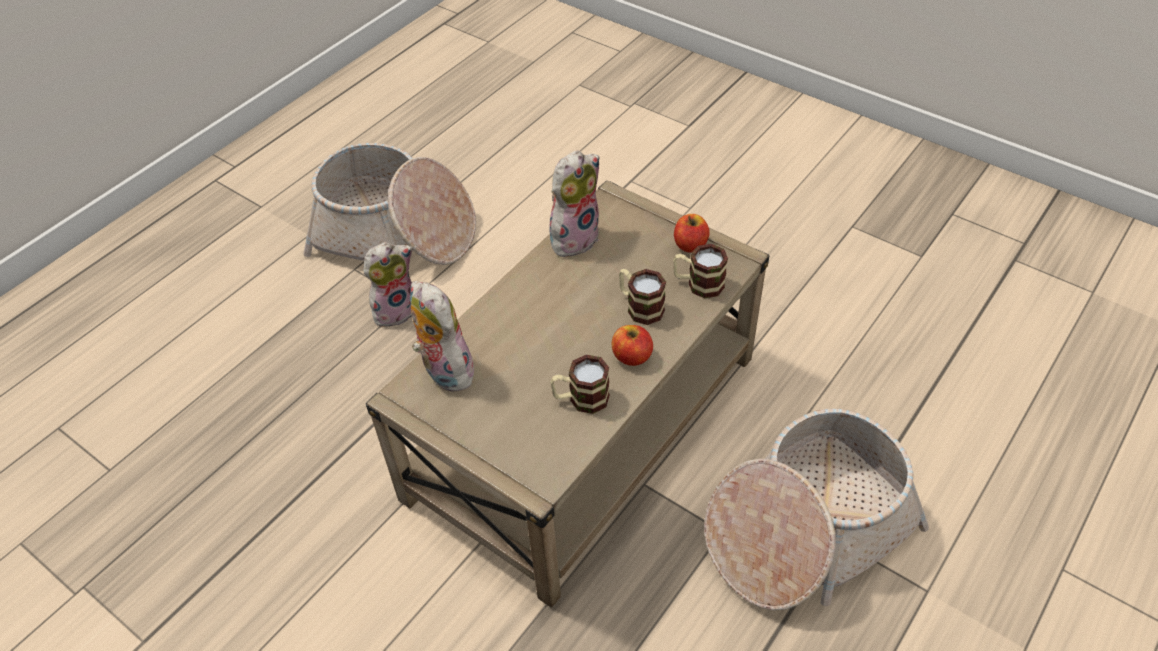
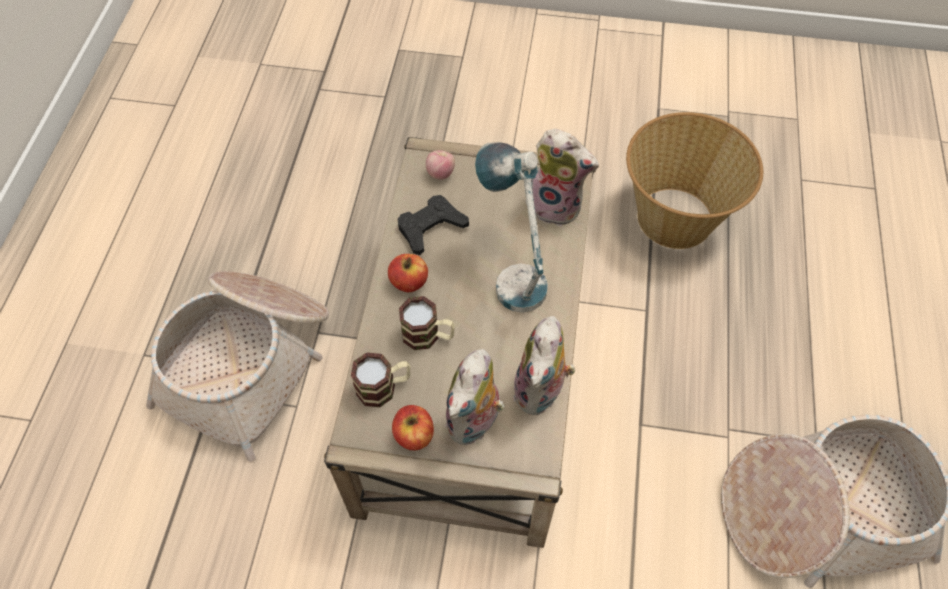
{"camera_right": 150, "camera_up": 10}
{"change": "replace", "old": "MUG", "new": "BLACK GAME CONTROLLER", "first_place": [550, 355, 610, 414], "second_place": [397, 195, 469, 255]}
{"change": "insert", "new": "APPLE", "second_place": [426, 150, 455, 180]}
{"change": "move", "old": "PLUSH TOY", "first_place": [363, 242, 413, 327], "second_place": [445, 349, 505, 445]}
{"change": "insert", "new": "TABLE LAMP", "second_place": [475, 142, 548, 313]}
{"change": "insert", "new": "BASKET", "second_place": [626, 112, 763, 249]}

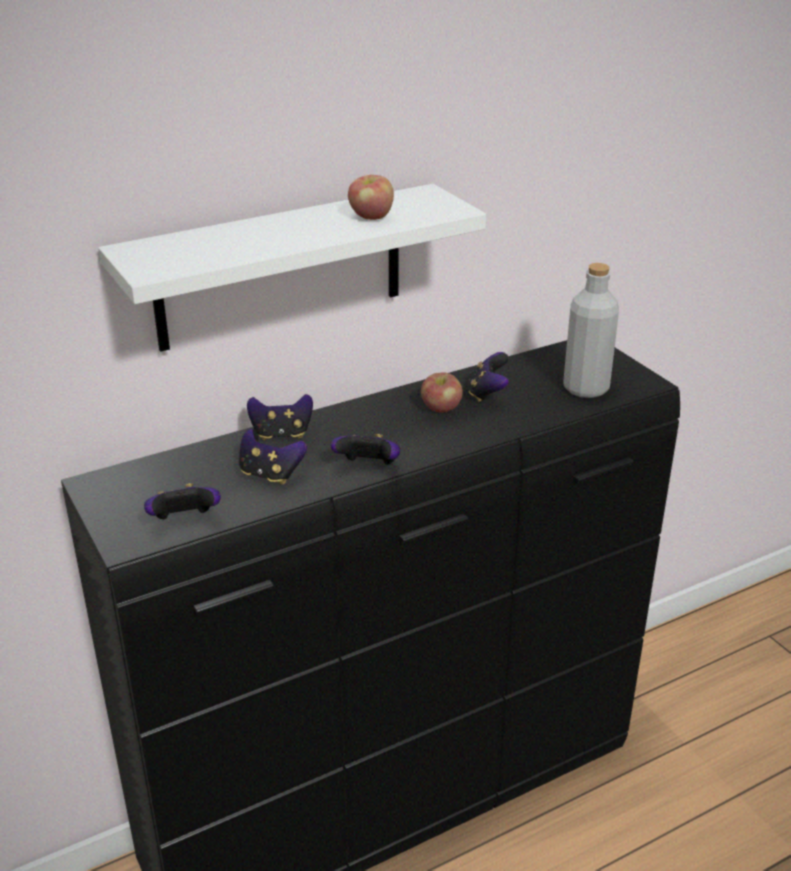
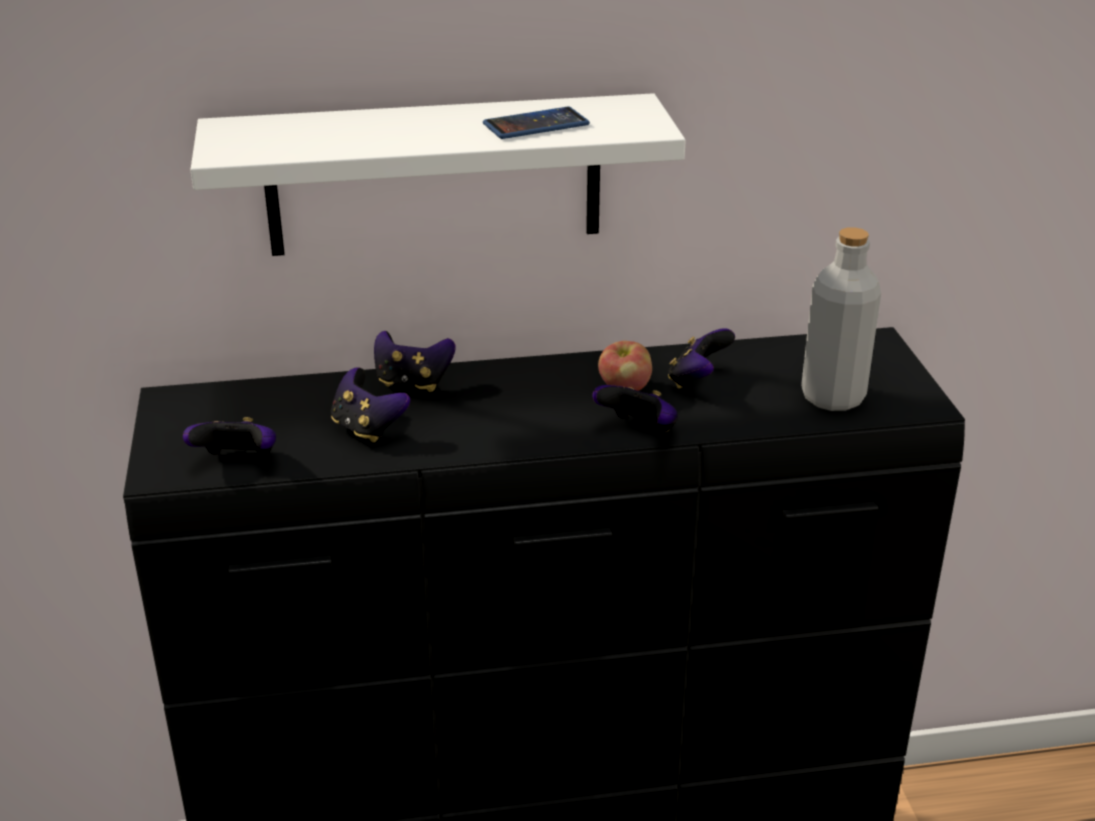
{"camera_right": 20, "camera_up": 0}
{"change": "replace", "old": "APPLE", "new": "PHONE", "first_place": [348, 175, 394, 220], "second_place": [483, 106, 590, 139]}
{"change": "move", "old": "GAME CONTROLLER", "first_place": [331, 434, 400, 465], "second_place": [592, 385, 678, 432]}

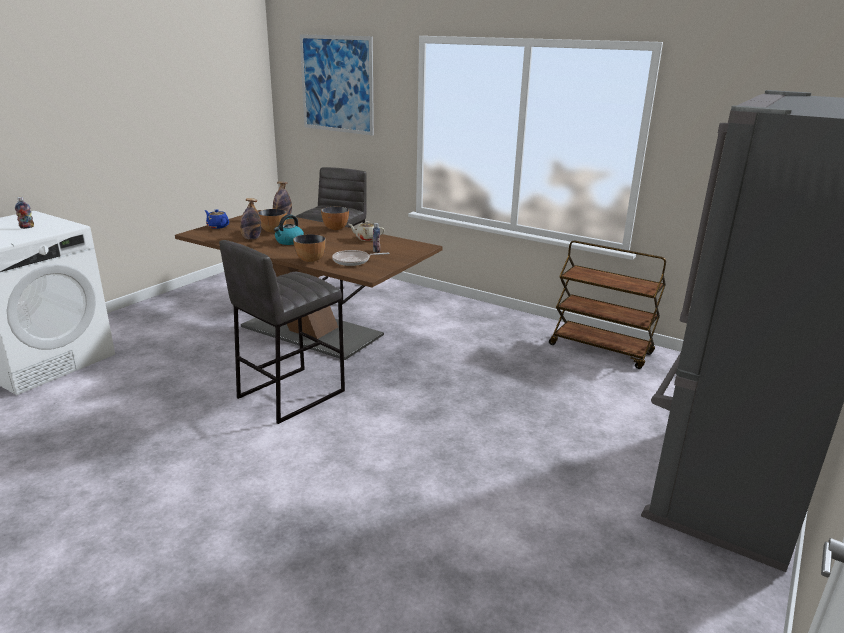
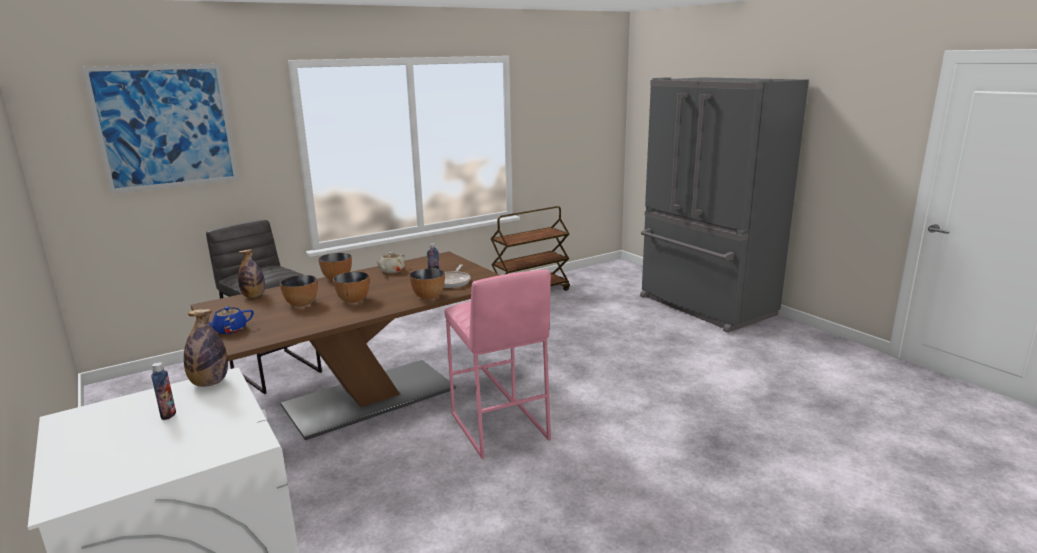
{"camera_right": -65, "camera_up": -5}
{"change": "move", "old": "BOTTLE", "first_place": [240, 198, 261, 240], "second_place": [184, 309, 228, 387]}
{"change": "replace", "old": "KETTLE", "new": "BOWL", "first_place": [274, 215, 304, 245], "second_place": [333, 272, 370, 303]}
{"change": "recolor", "old": "GREY STOOL", "new": "PINK STOOL", "first_place": [219, 240, 345, 424], "second_place": [445, 269, 551, 459]}

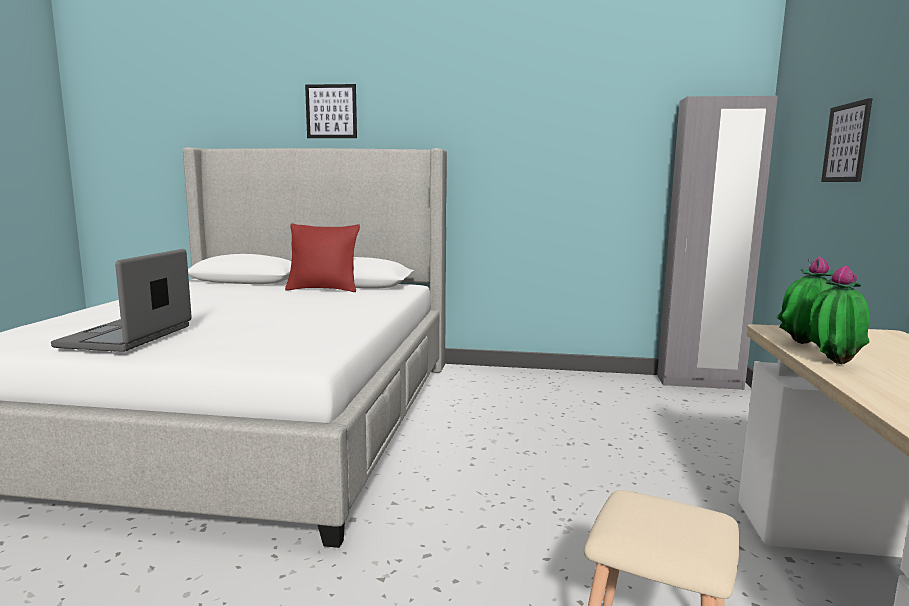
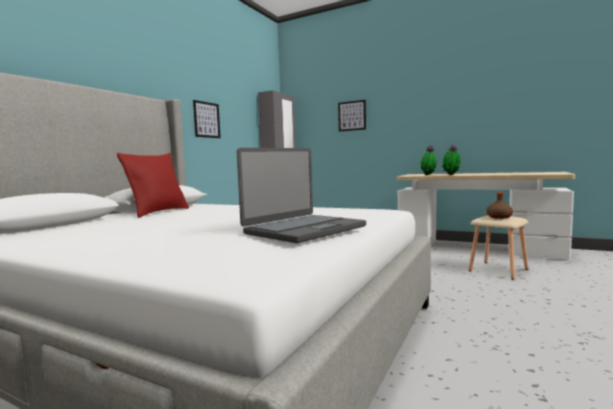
{"camera_right": -70, "camera_up": -5}
{"change": "move", "old": "PICTURE", "first_place": [305, 84, 357, 138], "second_place": [193, 100, 221, 138]}
{"change": "rotate", "old": "LAPTOP", "first_place": [51, 249, 192, 352], "second_place": [237, 148, 366, 243], "degrees": -75}
{"change": "insert", "new": "BROWN BOTTLE", "second_place": [487, 192, 513, 219]}

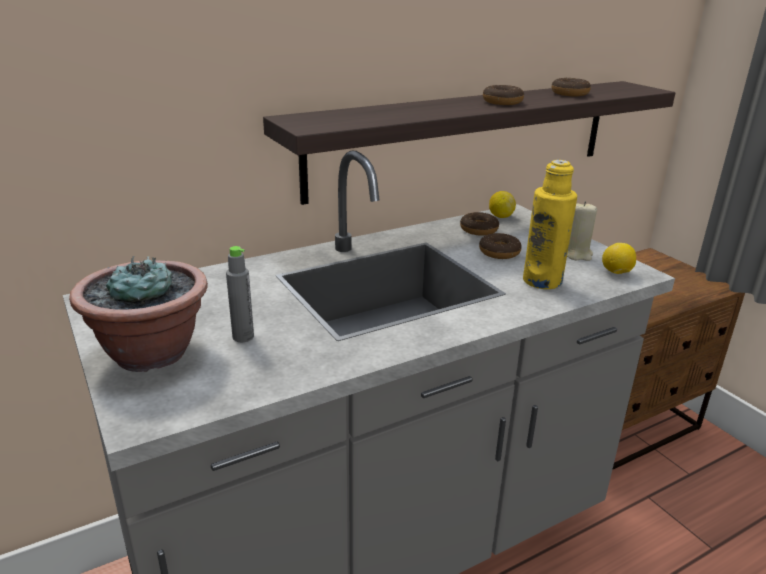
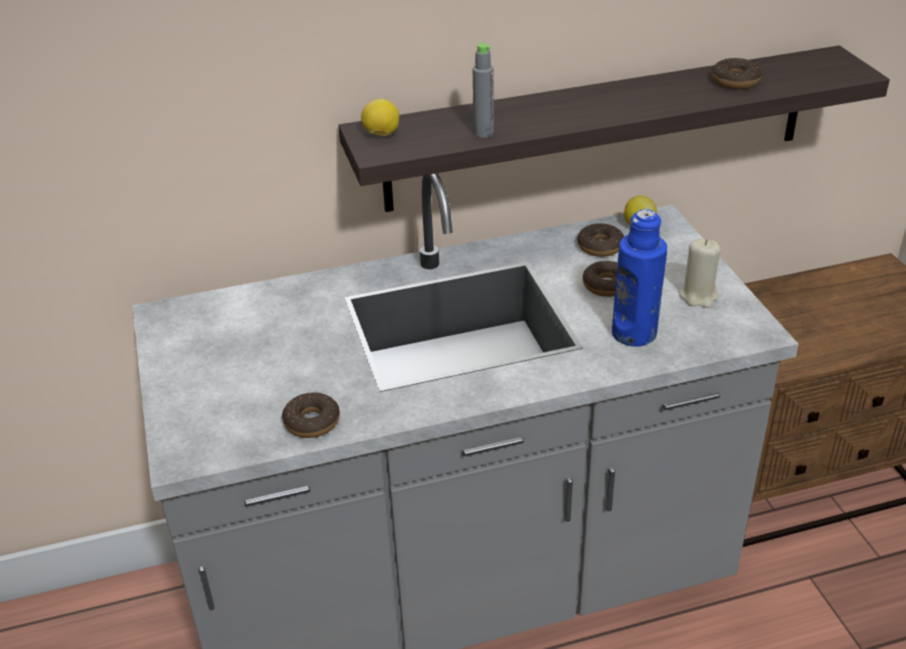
{"camera_right": 15, "camera_up": 10}
{"change": "move", "old": "DONUT", "first_place": [483, 85, 524, 105], "second_place": [282, 392, 340, 438]}
{"change": "move", "old": "LEMON", "first_place": [602, 243, 636, 274], "second_place": [361, 99, 399, 136]}
{"change": "move", "old": "GREY BOTTLE", "first_place": [226, 246, 254, 342], "second_place": [473, 43, 494, 138]}
{"change": "recolor", "old": "YELLOW BOTTLE", "new": "BLUE BOTTLE", "first_place": [523, 160, 577, 289], "second_place": [612, 209, 667, 346]}
{"change": "delete", "old": "POTTED PLANT", "first_place": [69, 256, 208, 372]}

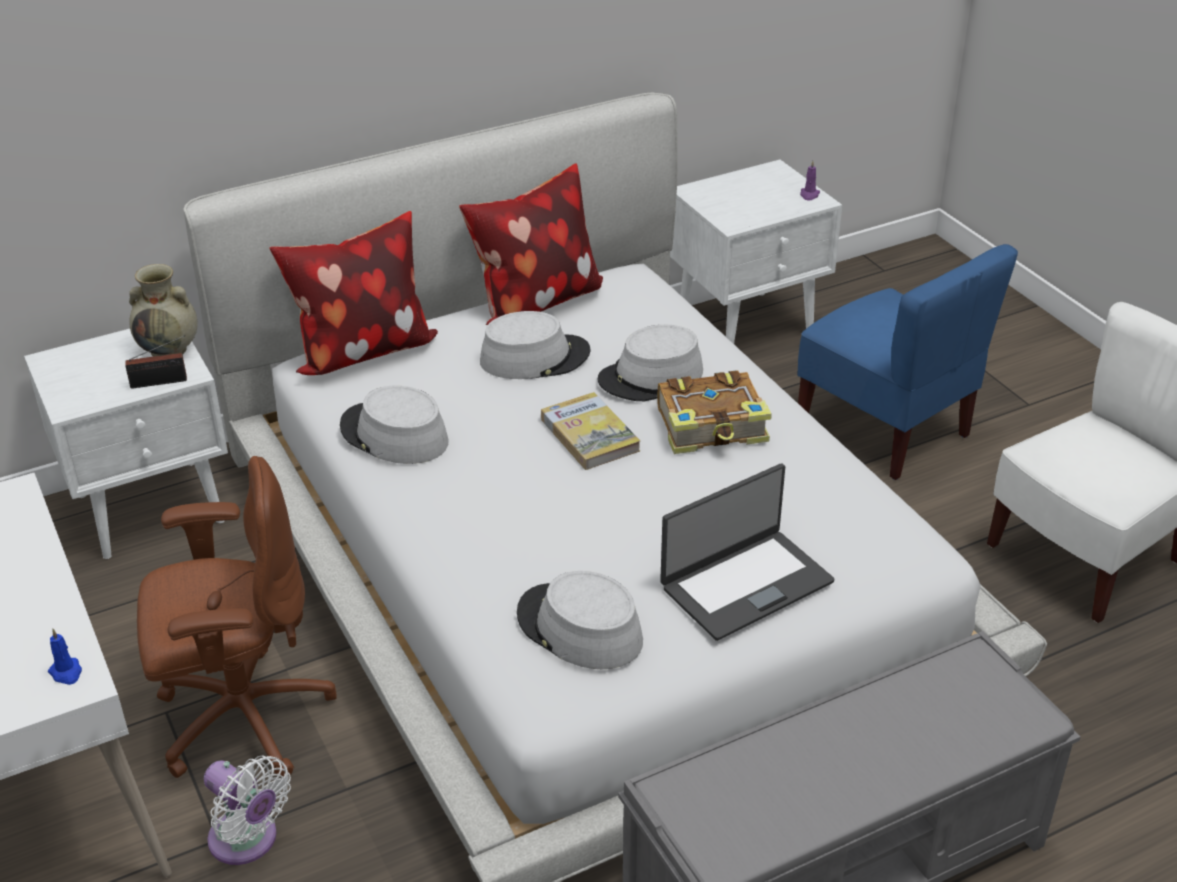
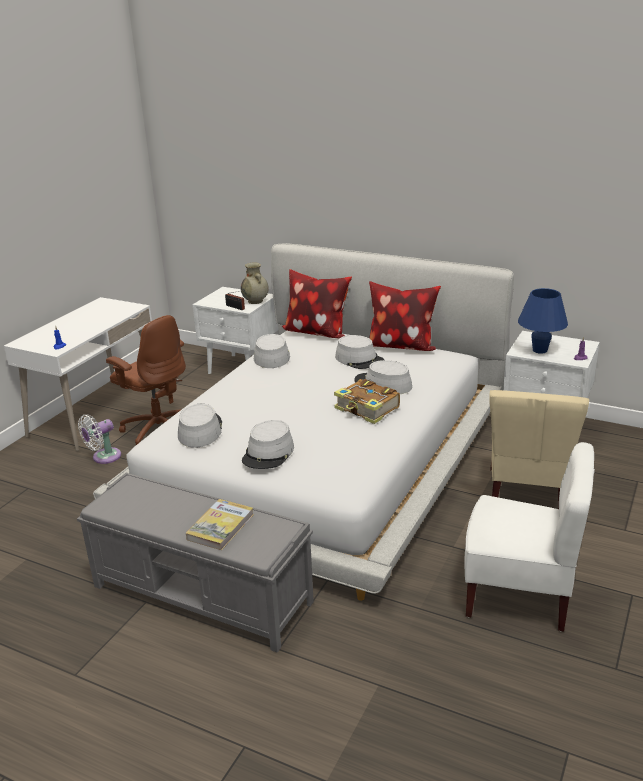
{"camera_right": 55, "camera_up": -10}
{"change": "rotate", "old": "WHITE FAN", "first_place": [204, 756, 291, 865], "second_place": [78, 414, 121, 464], "degrees": 45}
{"change": "move", "old": "BOOK", "first_place": [541, 392, 640, 470], "second_place": [186, 499, 254, 550]}
{"change": "replace", "old": "LAPTOP", "new": "GREY HAT", "first_place": [660, 464, 834, 641], "second_place": [242, 420, 294, 469]}
{"change": "recolor", "old": "BLUE CHAIR", "new": "BEIGE CHAIR", "first_place": [797, 244, 1018, 480], "second_place": [489, 390, 589, 509]}
{"change": "insert", "new": "BLUE TABLE LAMP", "second_place": [518, 288, 568, 354]}

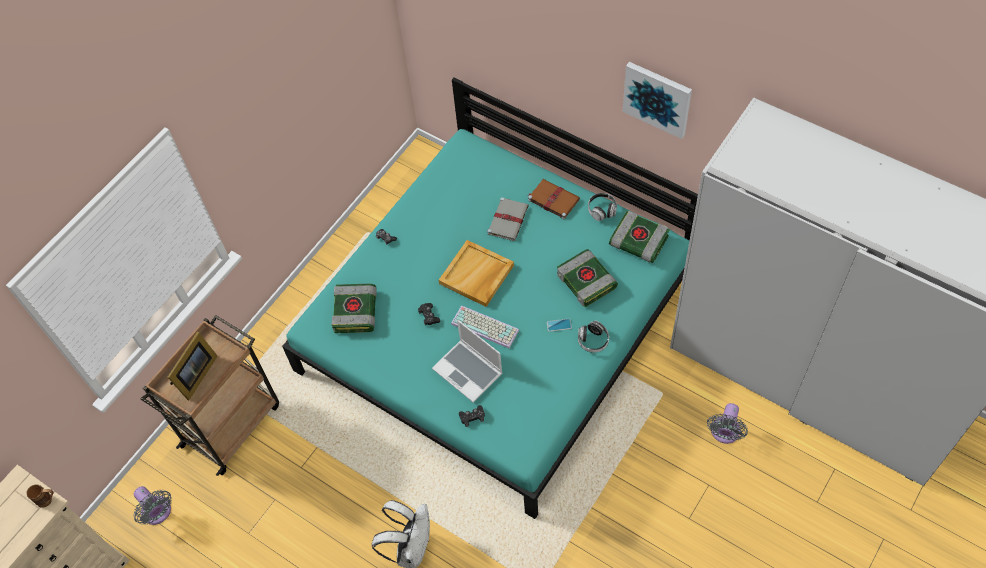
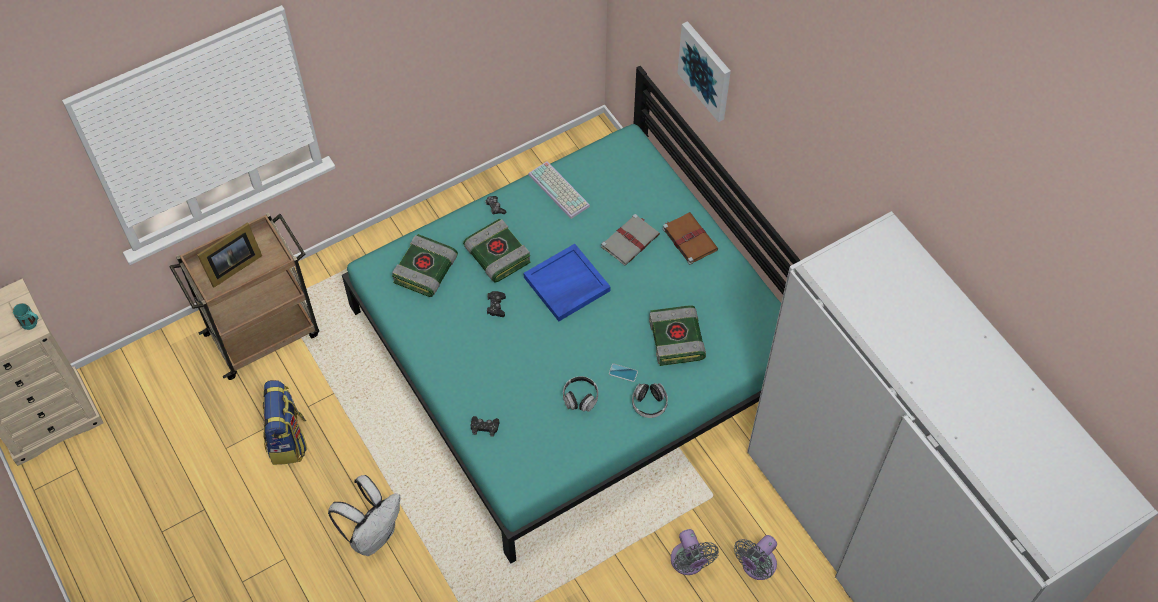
{"camera_right": 20, "camera_up": 0}
{"change": "recolor", "old": "BROWN MUG", "new": "TURQUOISE MUG", "first_place": [27, 484, 54, 508], "second_place": [13, 303, 39, 330]}
{"change": "insert", "new": "BACKPACK", "second_place": [263, 380, 307, 465]}
{"change": "move", "old": "BOOK", "first_place": [609, 211, 670, 263], "second_place": [463, 218, 531, 282]}
{"change": "recolor", "old": "BEIGE TRAY", "new": "BLUE TRAY", "first_place": [439, 240, 514, 307], "second_place": [524, 244, 611, 321]}
{"change": "move", "old": "KEYBOARD", "first_place": [451, 305, 519, 348], "second_place": [528, 161, 590, 219]}
{"change": "move", "old": "HEADPHONES", "first_place": [588, 193, 617, 221], "second_place": [563, 376, 598, 412]}
{"change": "move", "old": "GREY FAN", "first_place": [134, 486, 172, 525], "second_place": [671, 529, 719, 575]}
{"change": "move", "old": "PICTURE", "first_place": [623, 62, 692, 139], "second_place": [677, 21, 731, 122]}
{"change": "delete", "old": "LAPTOP", "first_place": [432, 320, 503, 403]}

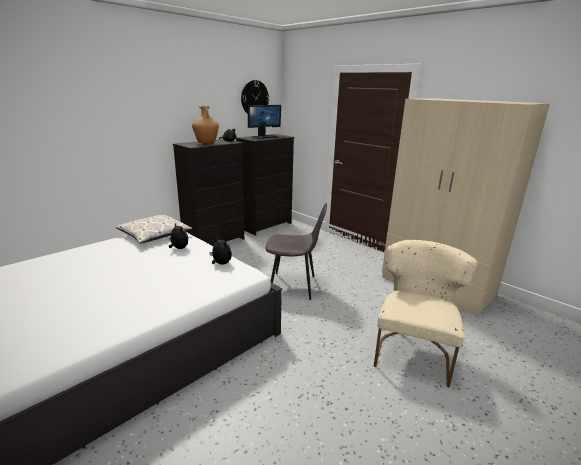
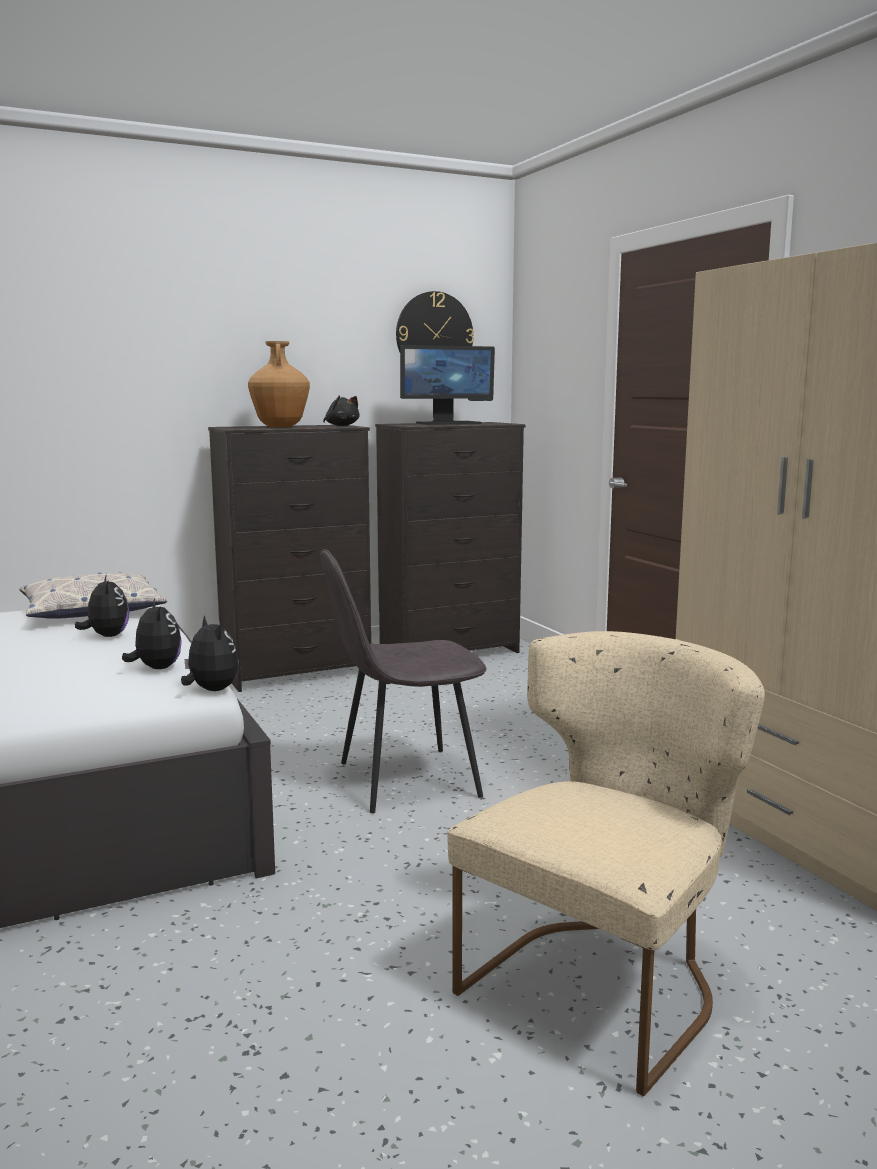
{"camera_right": 20, "camera_up": -10}
{"change": "insert", "new": "PLUSH TOY", "second_place": [181, 615, 239, 691]}
{"change": "rotate", "old": "GREY CHAIR", "first_place": [265, 203, 327, 300], "second_place": [320, 549, 486, 813], "degrees": 135}

